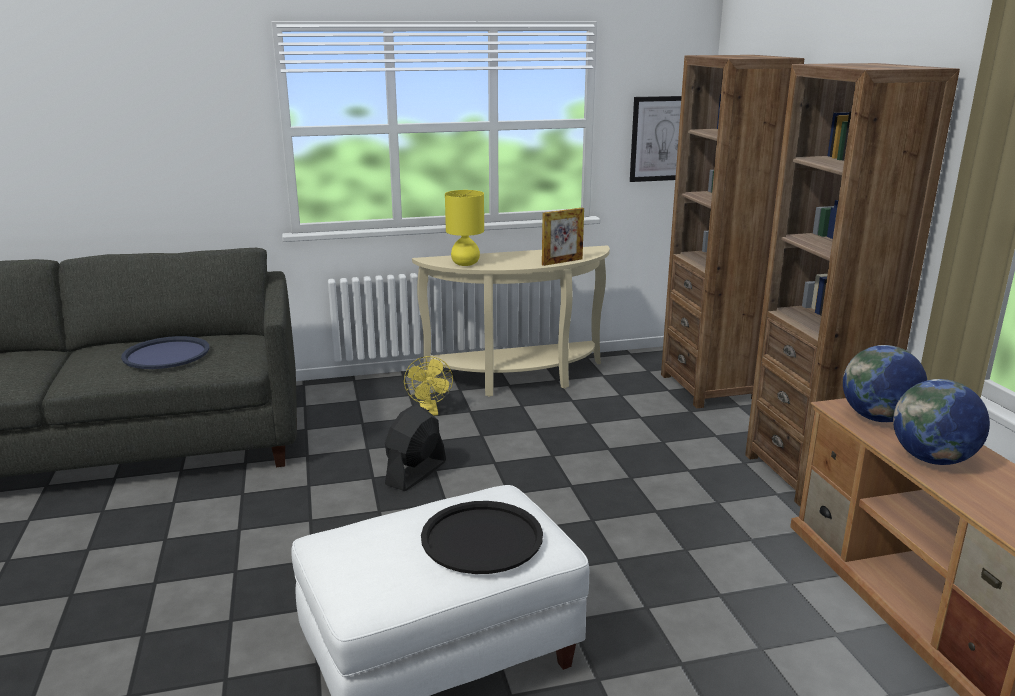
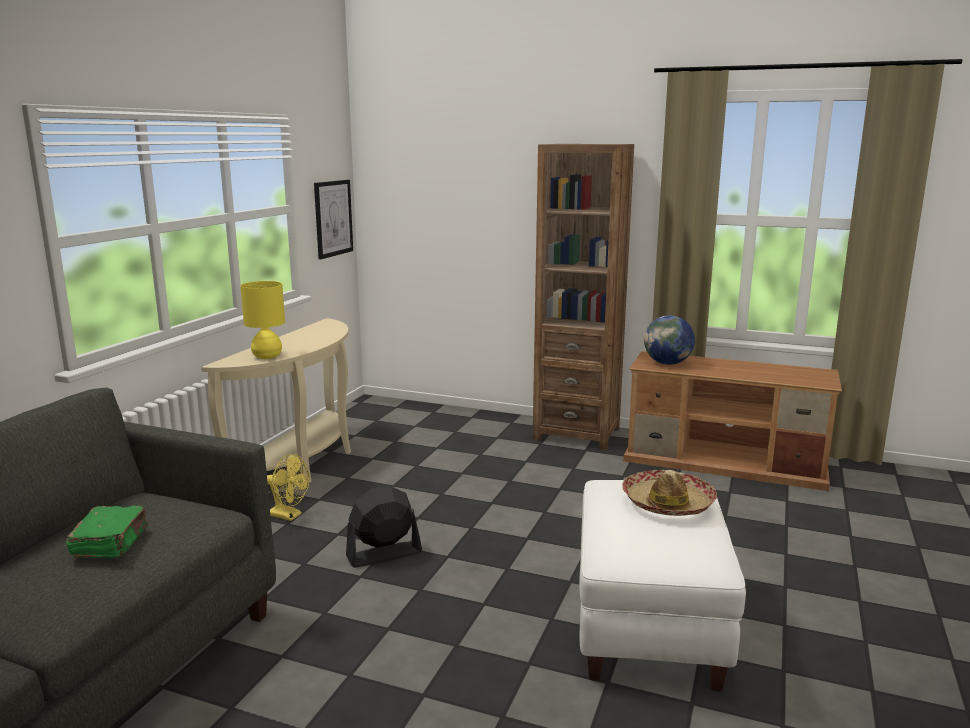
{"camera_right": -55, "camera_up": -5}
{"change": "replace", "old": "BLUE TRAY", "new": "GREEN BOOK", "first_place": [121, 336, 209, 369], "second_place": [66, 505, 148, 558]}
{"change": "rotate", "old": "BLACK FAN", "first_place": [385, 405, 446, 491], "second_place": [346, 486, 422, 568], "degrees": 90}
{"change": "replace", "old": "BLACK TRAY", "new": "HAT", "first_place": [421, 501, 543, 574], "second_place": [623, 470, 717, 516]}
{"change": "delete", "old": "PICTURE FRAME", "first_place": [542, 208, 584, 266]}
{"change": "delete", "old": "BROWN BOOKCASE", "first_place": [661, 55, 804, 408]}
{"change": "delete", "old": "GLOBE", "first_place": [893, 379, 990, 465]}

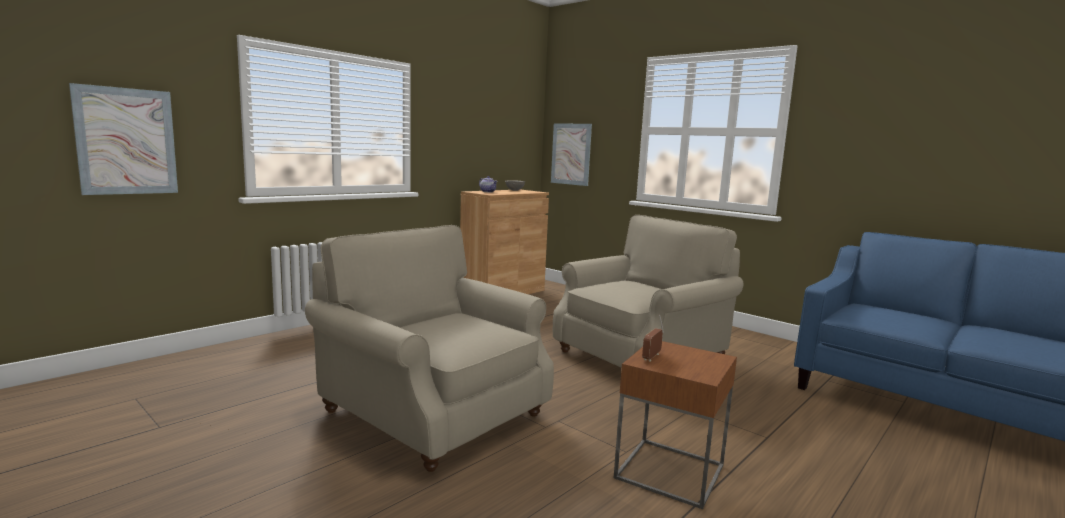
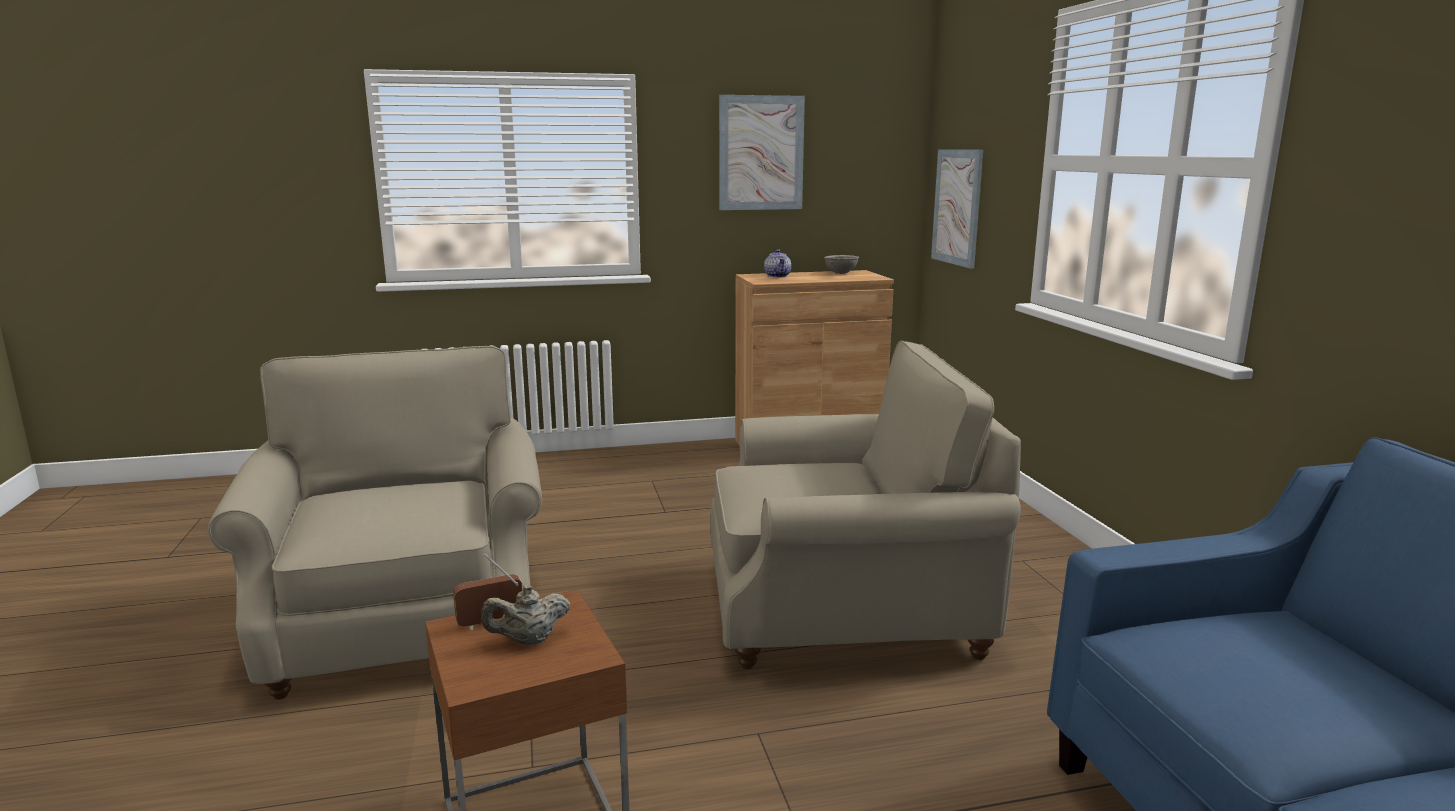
{"camera_right": 35, "camera_up": 5}
{"change": "insert", "new": "BEIGE TEAPOT", "second_place": [481, 585, 570, 645]}
{"change": "move", "old": "PICTURE", "first_place": [69, 83, 178, 195], "second_place": [719, 95, 805, 210]}

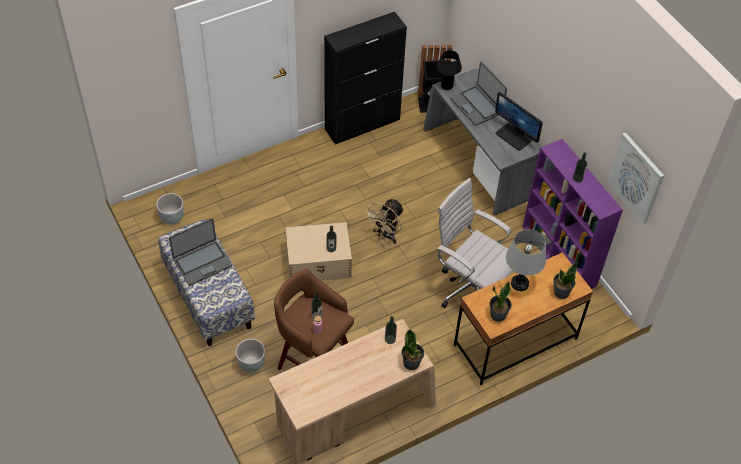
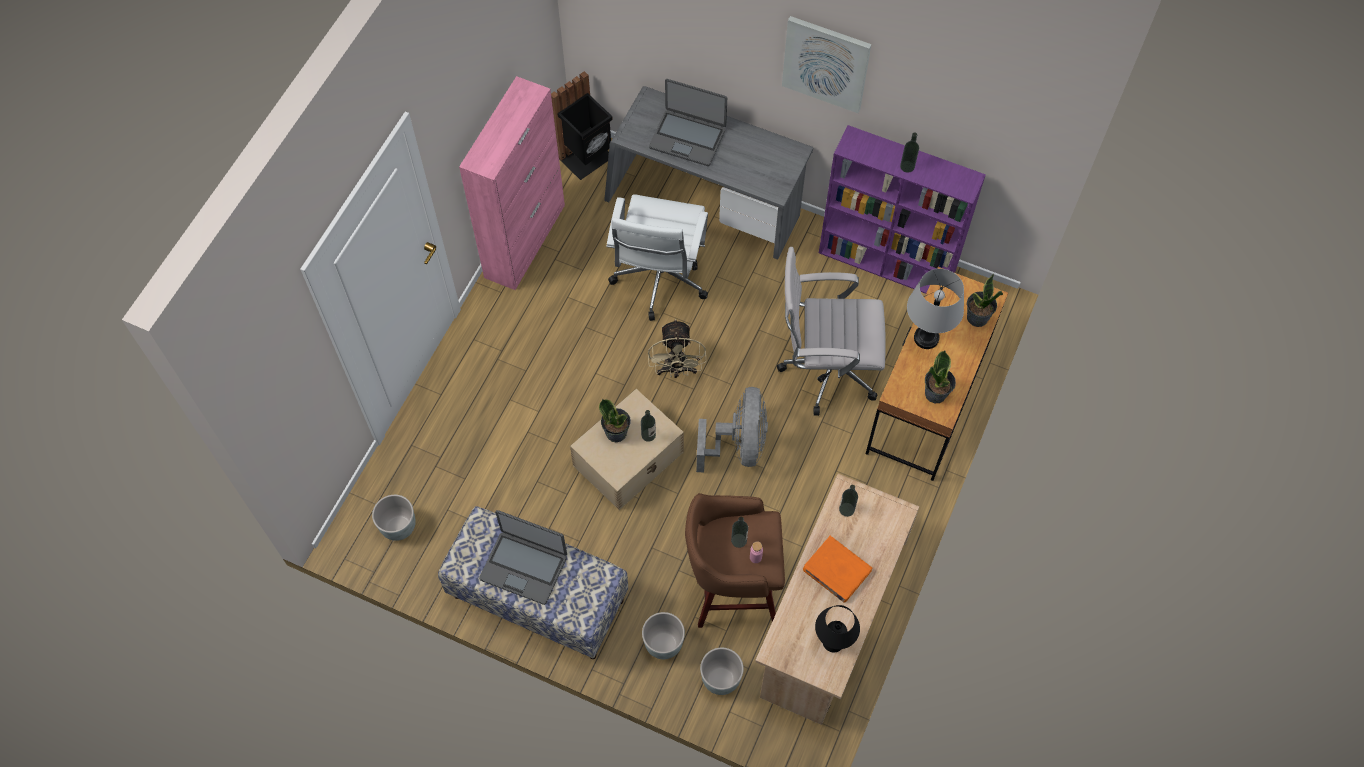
{"camera_right": -35, "camera_up": 10}
{"change": "recolor", "old": "BLACK CABINET", "new": "PINK CABINET", "first_place": [324, 12, 407, 145], "second_place": [459, 76, 565, 290]}
{"change": "rotate", "old": "LAPTOP", "first_place": [169, 218, 232, 286], "second_place": [479, 510, 567, 605], "degrees": 90}
{"change": "move", "old": "POTTED PLANT", "first_place": [401, 330, 424, 370], "second_place": [599, 399, 631, 442]}
{"change": "insert", "new": "WHITE OFFICE CHAIR", "second_place": [606, 194, 708, 321]}
{"change": "insert", "new": "GREY FAN", "second_place": [696, 387, 768, 472]}
{"change": "insert", "new": "GREY PLANTER", "second_place": [700, 648, 744, 695]}
{"change": "move", "old": "PICTURE", "first_place": [608, 133, 664, 224], "second_place": [782, 16, 871, 113]}
{"change": "insert", "new": "ORANGE BOOK", "second_place": [803, 536, 872, 603]}
{"change": "move", "old": "BLACK TABLE LAMP", "first_place": [437, 50, 462, 90], "second_place": [815, 605, 860, 653]}
{"change": "delete", "old": "MONITOR", "first_place": [495, 91, 543, 151]}

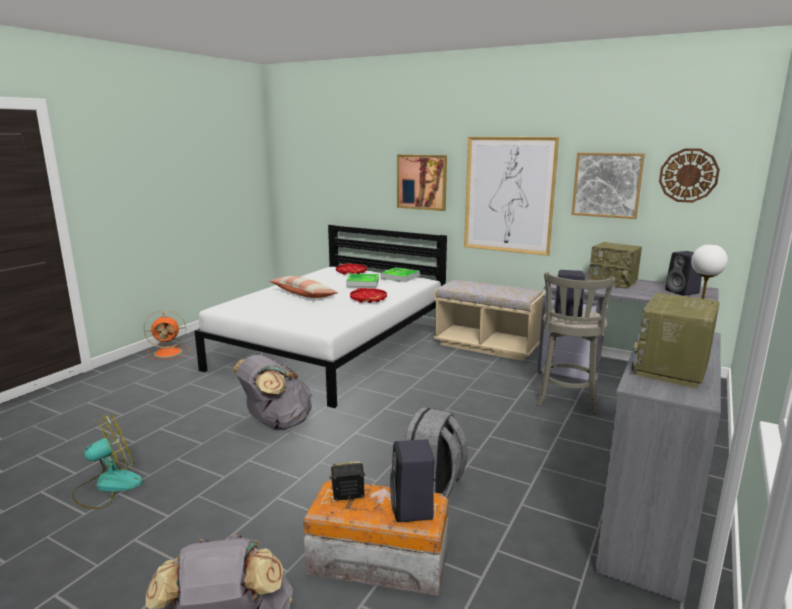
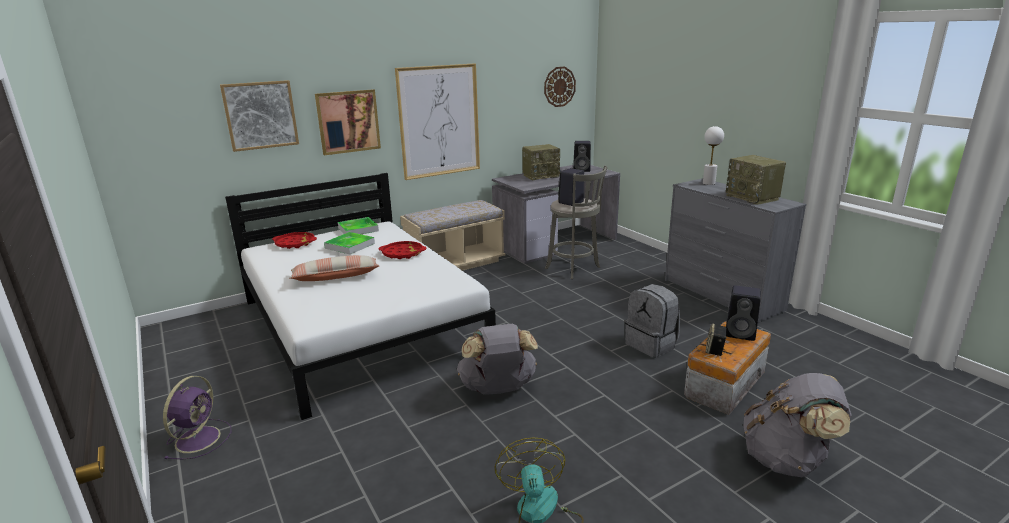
{"camera_right": -60, "camera_up": 5}
{"change": "recolor", "old": "ORANGE FAN", "new": "PURPLE FAN", "first_place": [144, 310, 189, 360], "second_place": [163, 376, 231, 459]}
{"change": "move", "old": "PICTURE", "first_place": [572, 152, 645, 219], "second_place": [220, 80, 299, 152]}

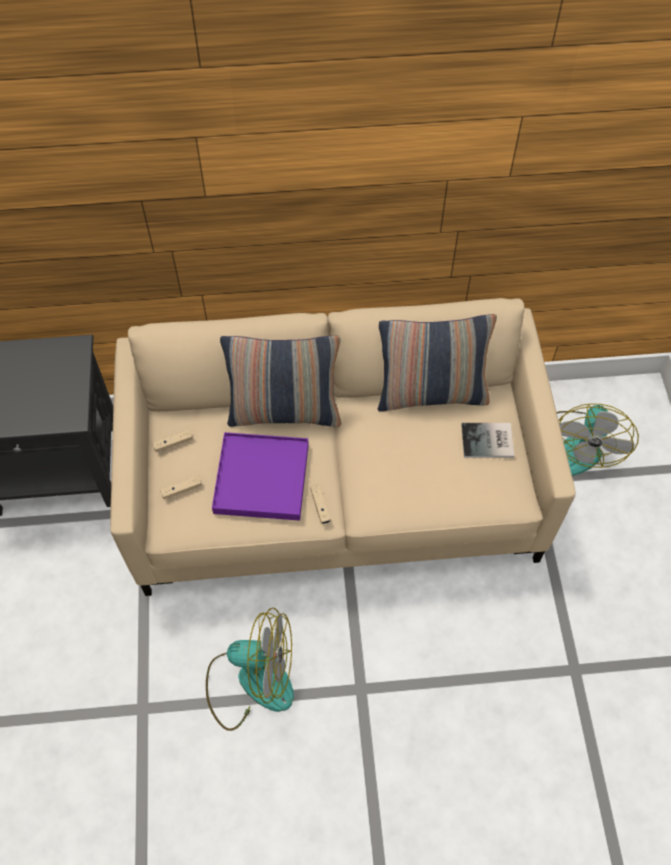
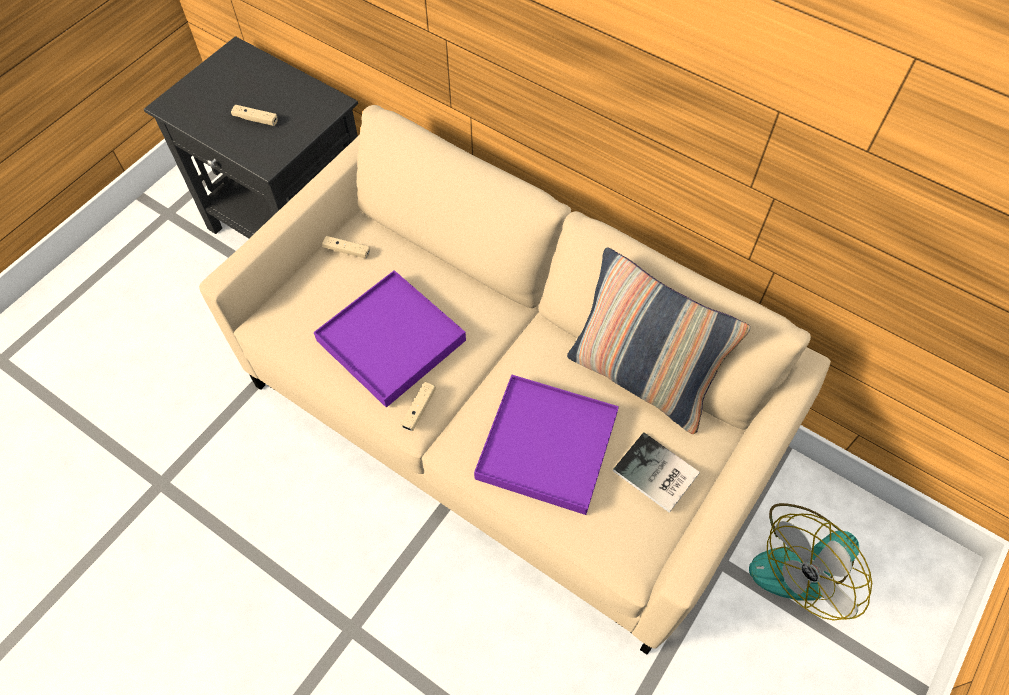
{"camera_right": 40, "camera_up": 0}
{"change": "move", "old": "BEIGE GAME CONTROLLER", "first_place": [160, 476, 202, 499], "second_place": [231, 105, 278, 126]}
{"change": "insert", "new": "PURPLE TRAY", "second_place": [474, 375, 619, 515]}
{"change": "delete", "old": "FAN", "first_place": [206, 608, 294, 731]}
{"change": "delete", "old": "PILLOW", "first_place": [220, 335, 341, 427]}

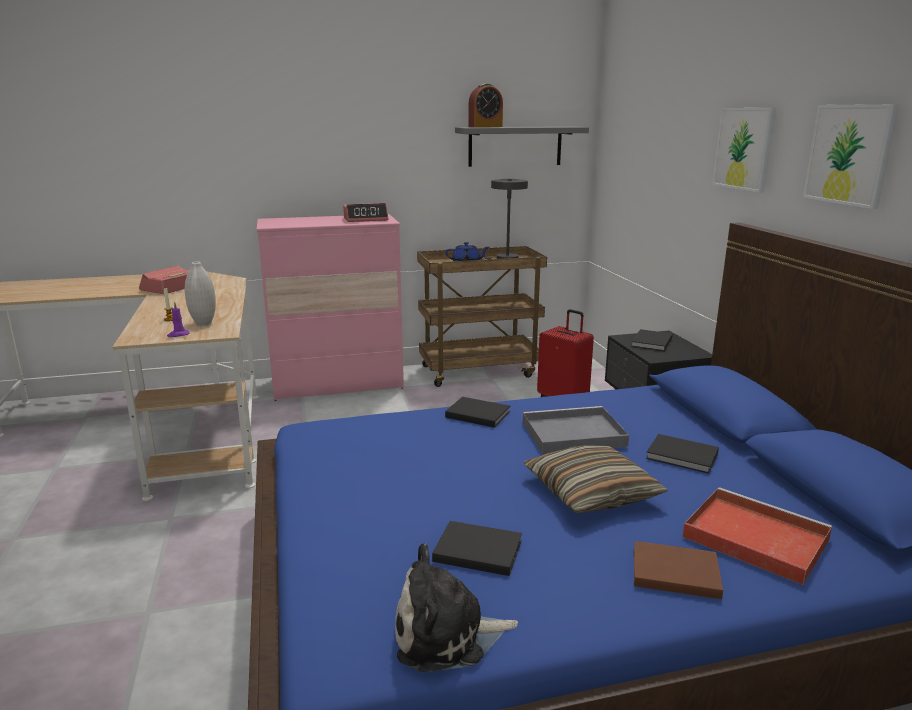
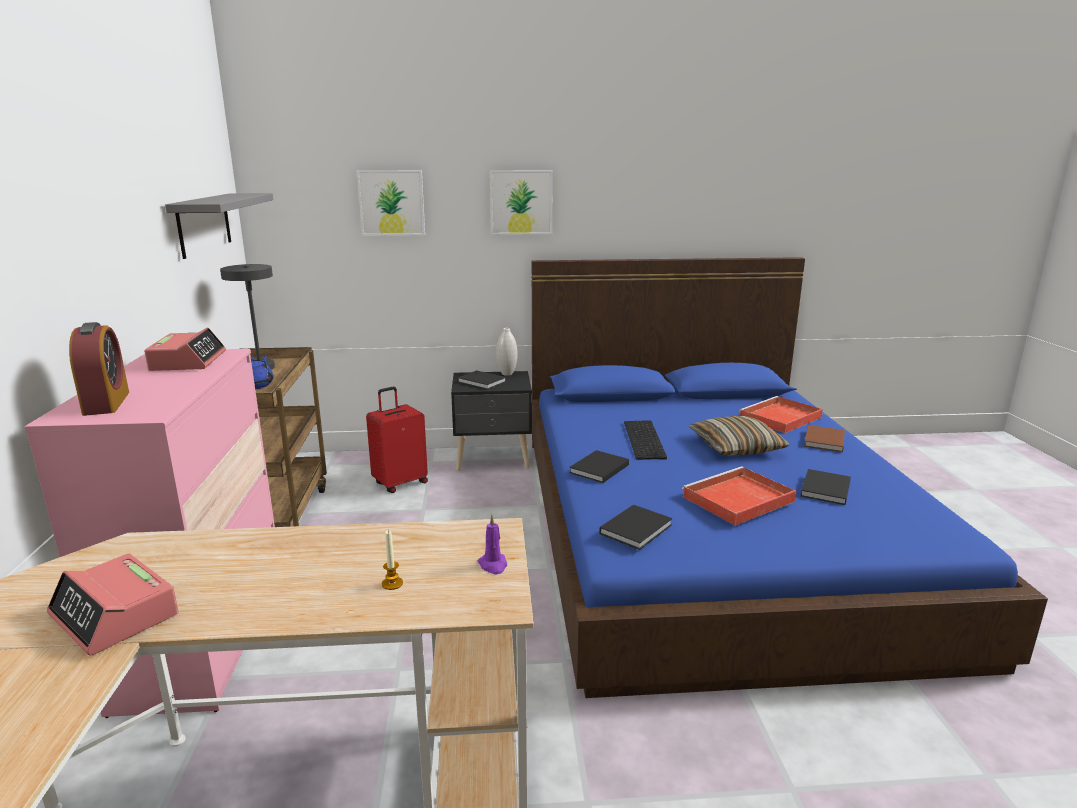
{"camera_right": -80, "camera_up": 0}
{"change": "move", "old": "ALARM CLOCK", "first_place": [468, 83, 503, 127], "second_place": [69, 322, 129, 416]}
{"change": "move", "old": "PICTURE", "first_place": [803, 104, 899, 209], "second_place": [357, 170, 425, 236]}
{"change": "move", "old": "WHITE VASE", "first_place": [185, 262, 216, 325], "second_place": [496, 328, 518, 376]}
{"change": "move", "old": "BLACK BOOK", "first_place": [646, 434, 719, 474], "second_place": [599, 505, 672, 550]}
{"change": "replace", "old": "GREY TRAY", "new": "KEYBOARD", "first_place": [522, 406, 629, 454], "second_place": [624, 420, 667, 460]}
{"change": "insert", "new": "RED TRAY", "second_place": [682, 466, 796, 525]}
{"change": "delete", "old": "PLUSH TOY", "first_place": [395, 543, 518, 672]}

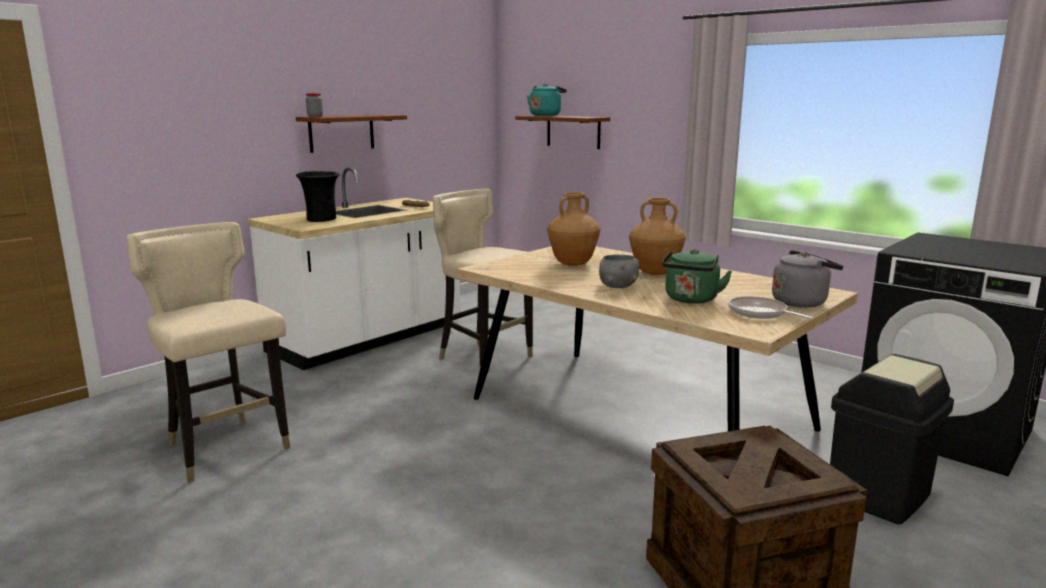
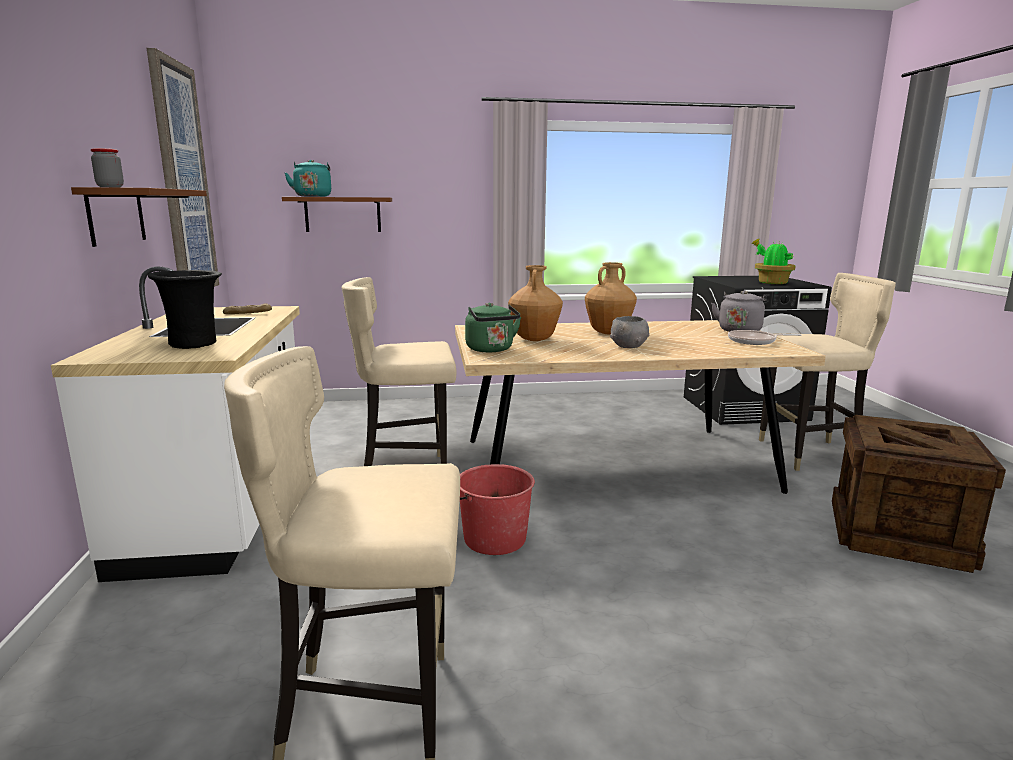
{"camera_right": -50, "camera_up": 0}
{"change": "insert", "new": "PICTURE", "second_place": [147, 48, 219, 287]}
{"change": "insert", "new": "RED BUCKET", "second_place": [460, 464, 535, 555]}
{"change": "move", "old": "GREEN KETTLE", "first_place": [662, 249, 732, 304], "second_place": [465, 303, 521, 352]}
{"change": "insert", "new": "POTTED PLANT", "second_place": [751, 239, 796, 284]}
{"change": "replace", "old": "BLACK TRASH CAN", "new": "BEIGE CHAIR", "first_place": [830, 354, 954, 524], "second_place": [759, 273, 896, 471]}

